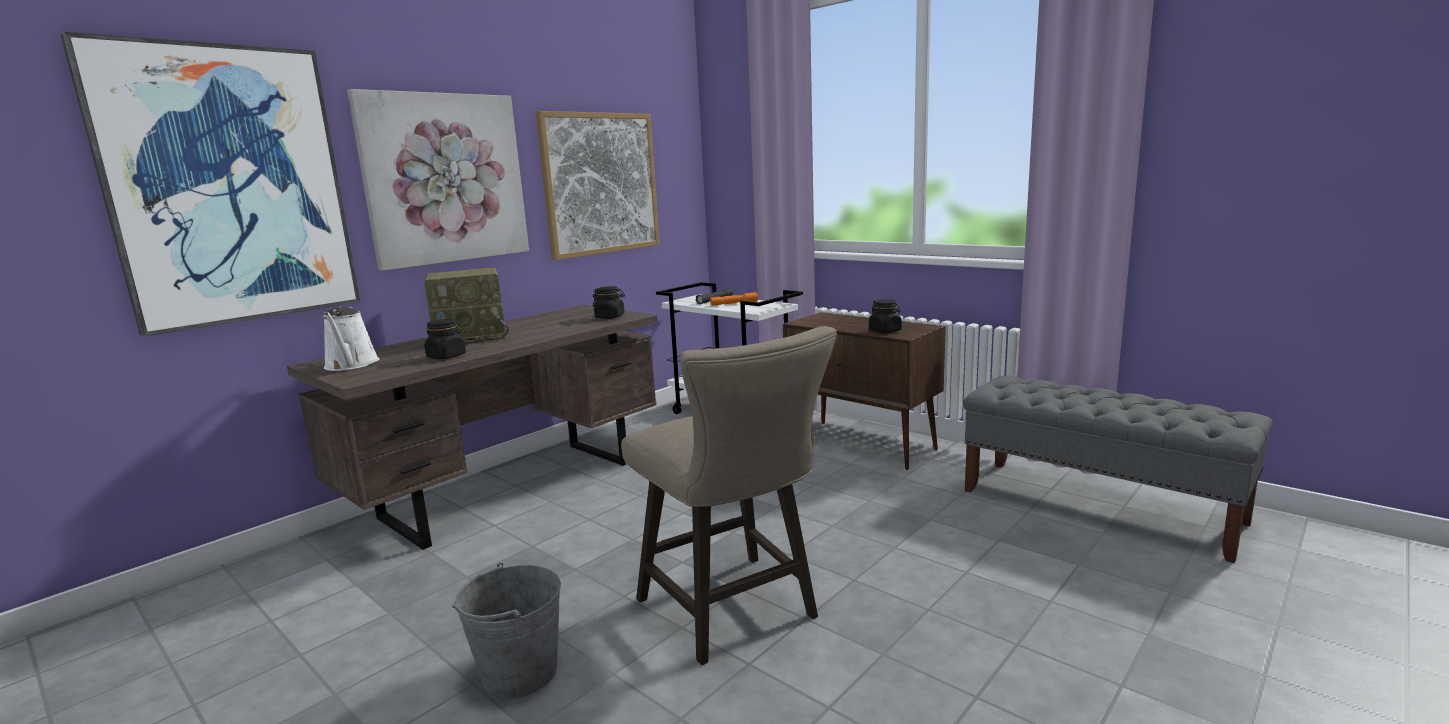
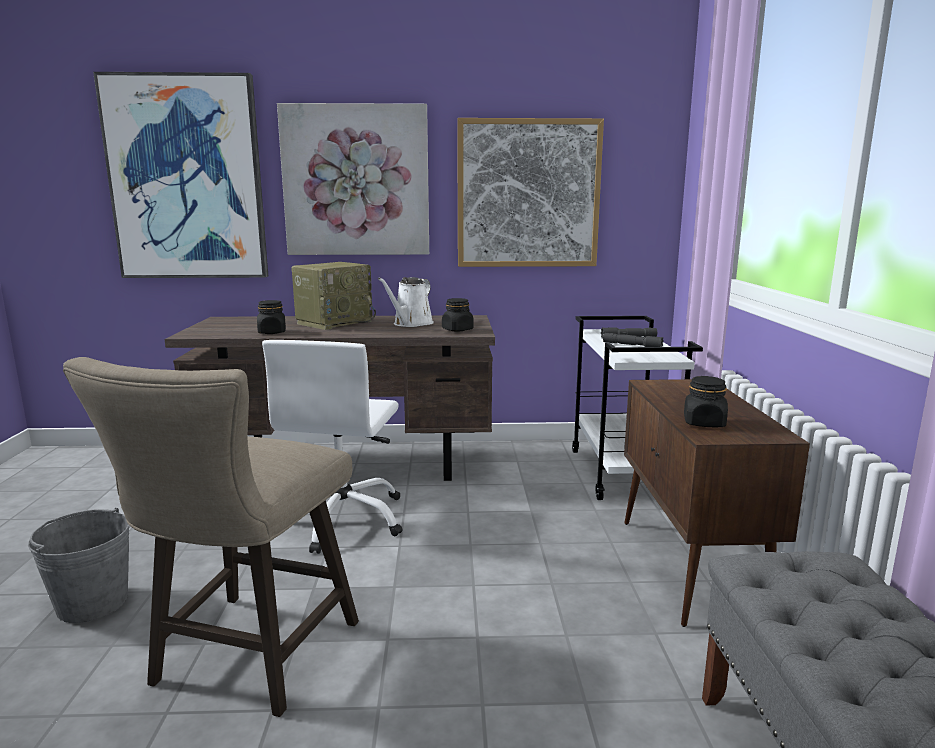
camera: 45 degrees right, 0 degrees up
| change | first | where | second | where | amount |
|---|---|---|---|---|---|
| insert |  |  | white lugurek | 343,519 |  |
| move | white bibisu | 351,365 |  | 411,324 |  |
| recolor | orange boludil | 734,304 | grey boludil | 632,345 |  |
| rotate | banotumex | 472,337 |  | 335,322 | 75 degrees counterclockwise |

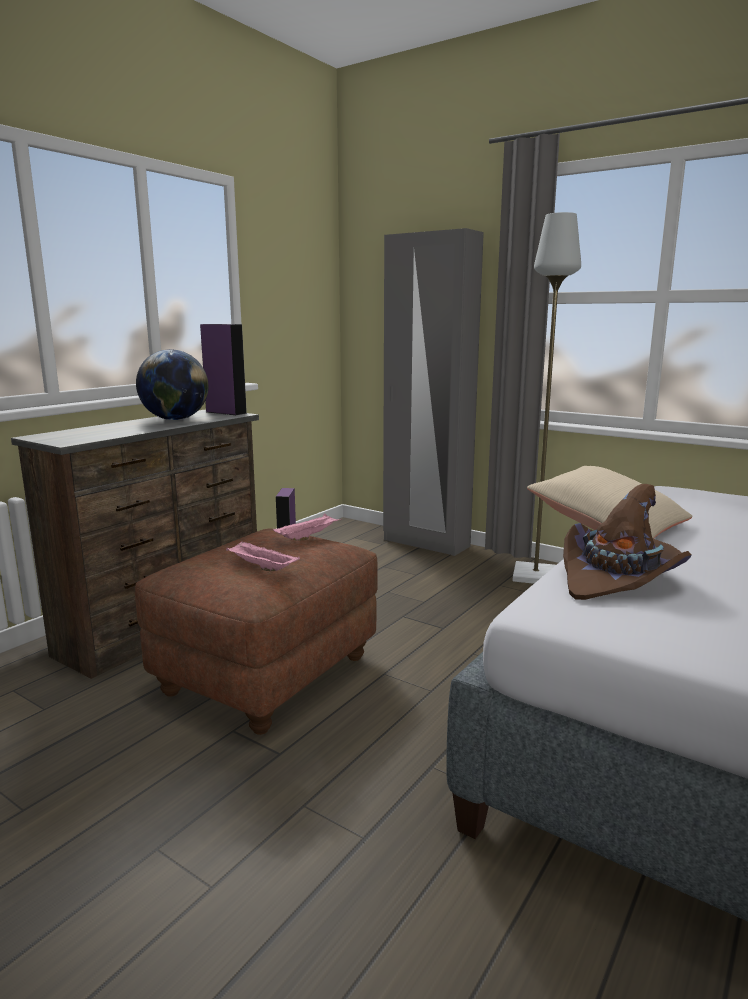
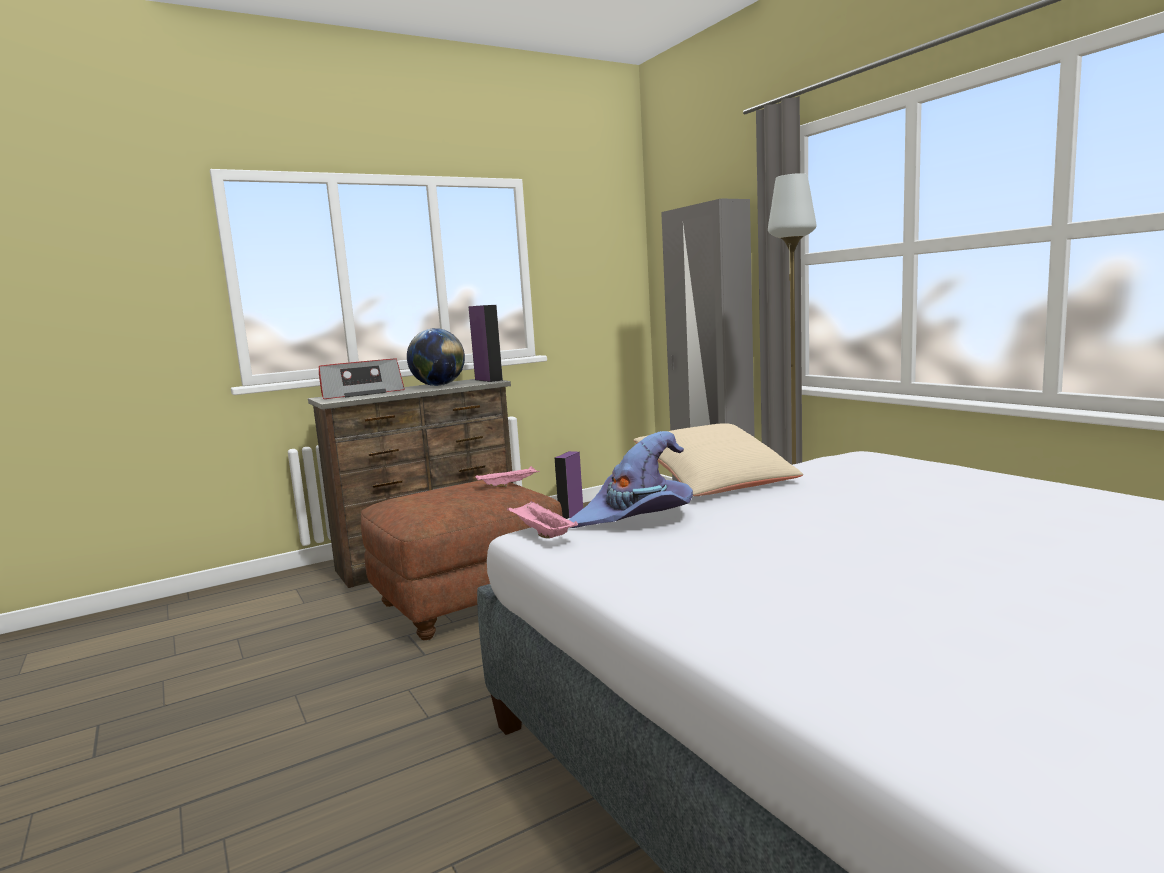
camera: 25 degrees right, 5 degrees down
| change | first | where | second | where | amount |
|---|---|---|---|---|---|
| insert |  |  | banotumex | 361,393 |  |
| move | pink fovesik | 261,567 |  | 541,533 |  |
| recolor | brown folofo | 618,578 | purple folofo | 636,517 |  |

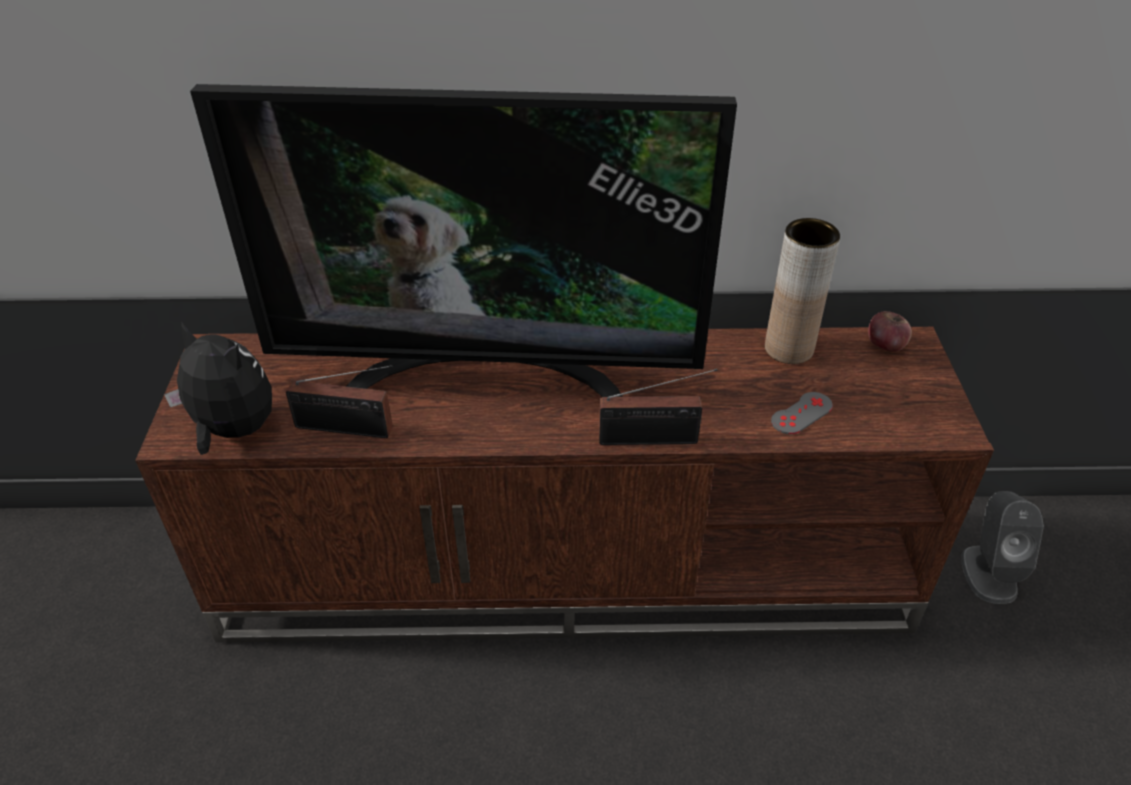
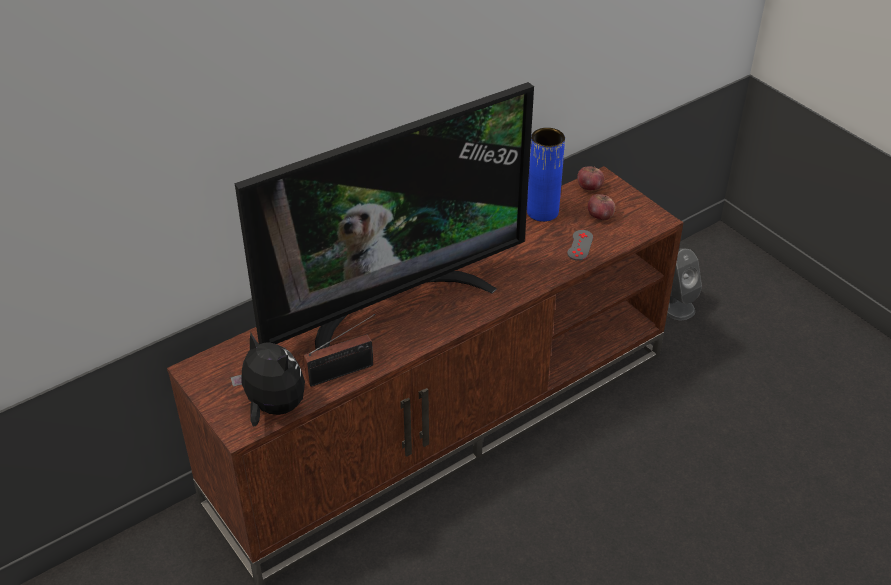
camera: 35 degrees left, 0 degrees up
| change | first | where | second | where | amount |
|---|---|---|---|---|---|
| delete | banotumex | 653,439 |  |  |  |
| insert |  |  | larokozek | 600,216 |  |
| recolor | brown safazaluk | 788,349 | blue safazaluk | 542,212 |  |
| rotate | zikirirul | 232,431 |  | 273,407 | 45 degrees clockwise |

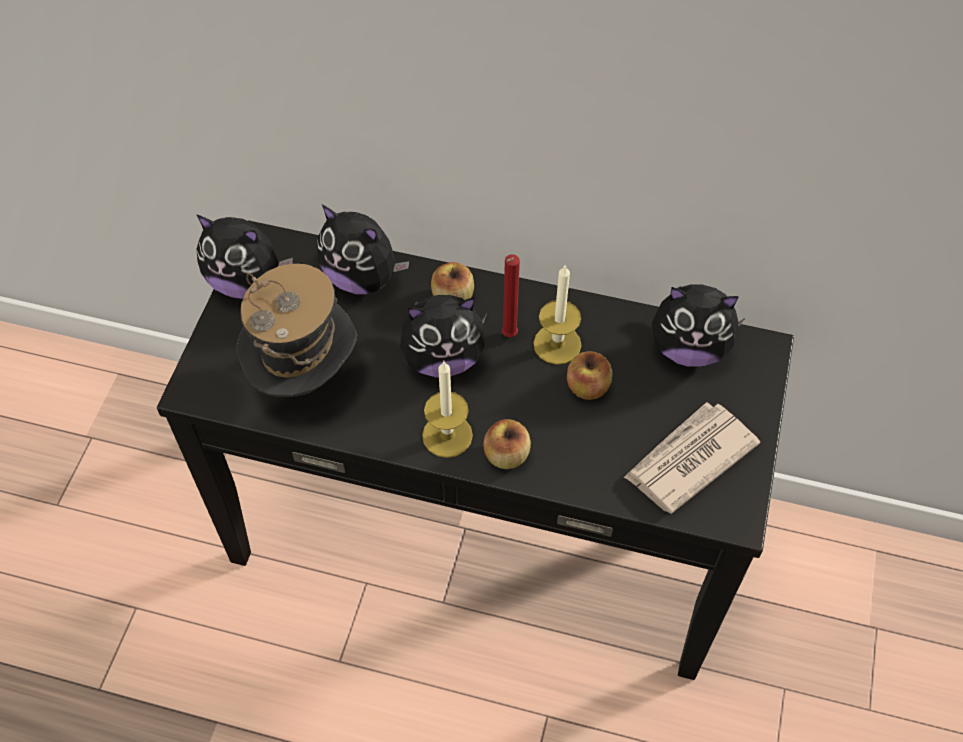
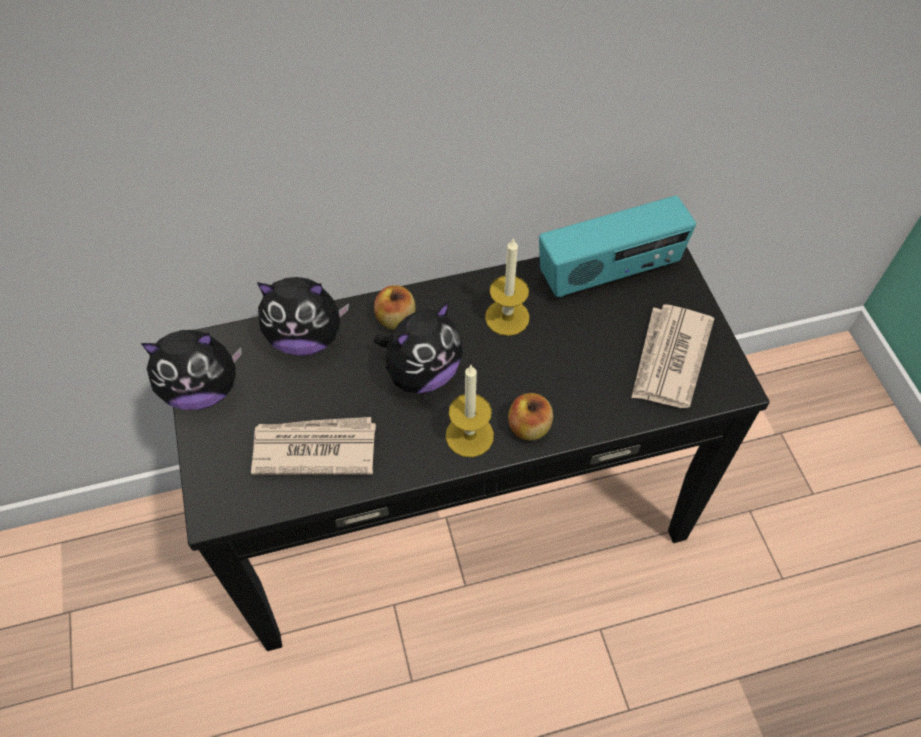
camera: 30 degrees left, 0 degrees up
| change | first | where | second | where | amount |
|---|---|---|---|---|---|
| delete | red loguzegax | 508,336 |  |  |  |
| delete | larokozek | 587,387 |  |  |  |
| replace | folofo | 305,378 | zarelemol | 313,448 |  |
| replace | zikirirul | 689,348 | banotumex | 609,272 |  |

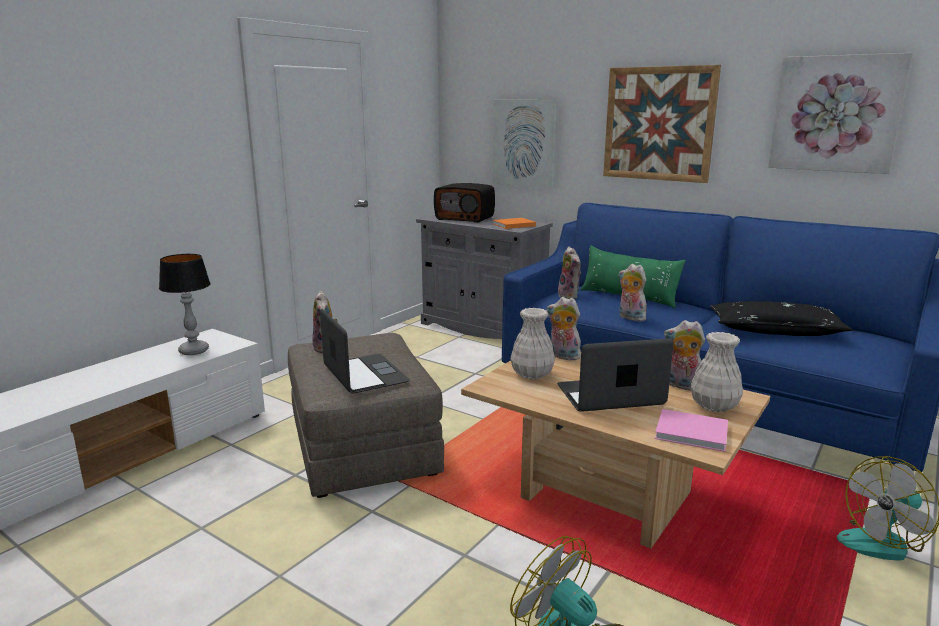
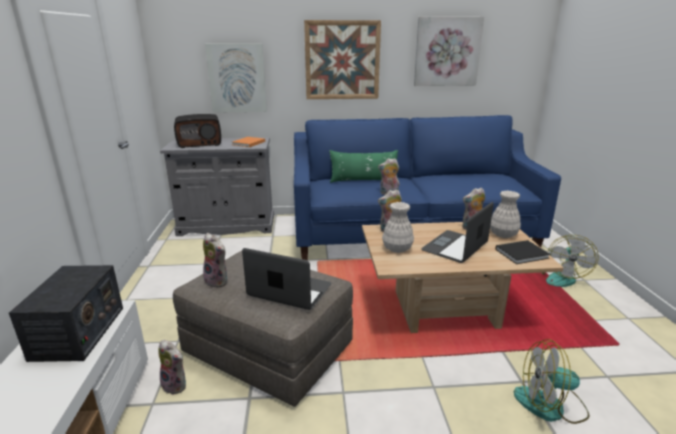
camera: 40 degrees left, 5 degrees up
| change | first | where | second | where | amount |
|---|---|---|---|---|---|
| delete | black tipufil | 775,331 |  |  |  |
| move | zikirirul | 570,296 |  | 176,385 |  |
| replace | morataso | 194,350 | banotumex | 78,333 |  |
| recolor | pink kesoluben | 694,433 | black kesoluben | 523,253 |  |

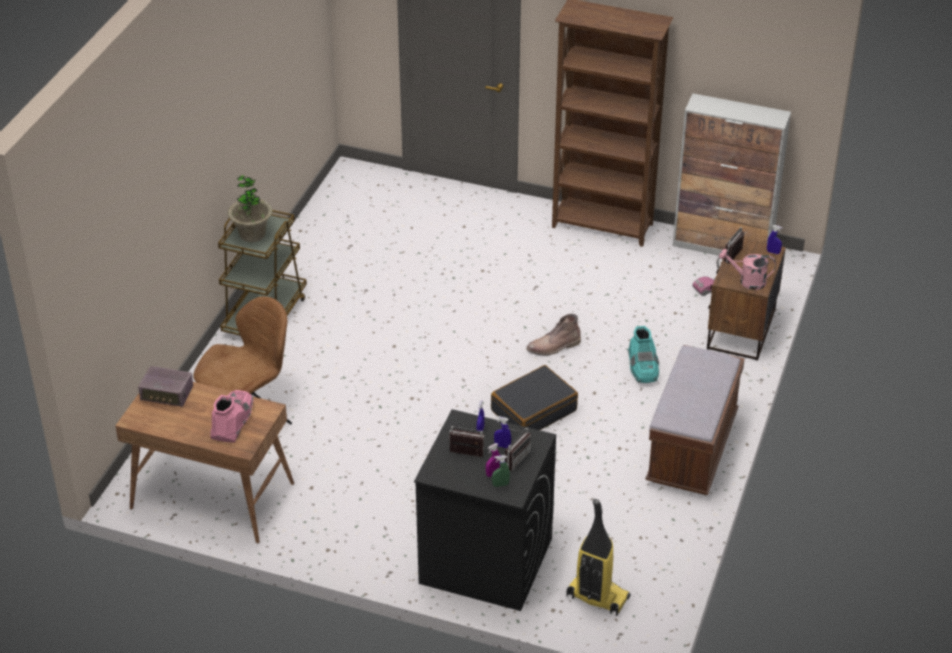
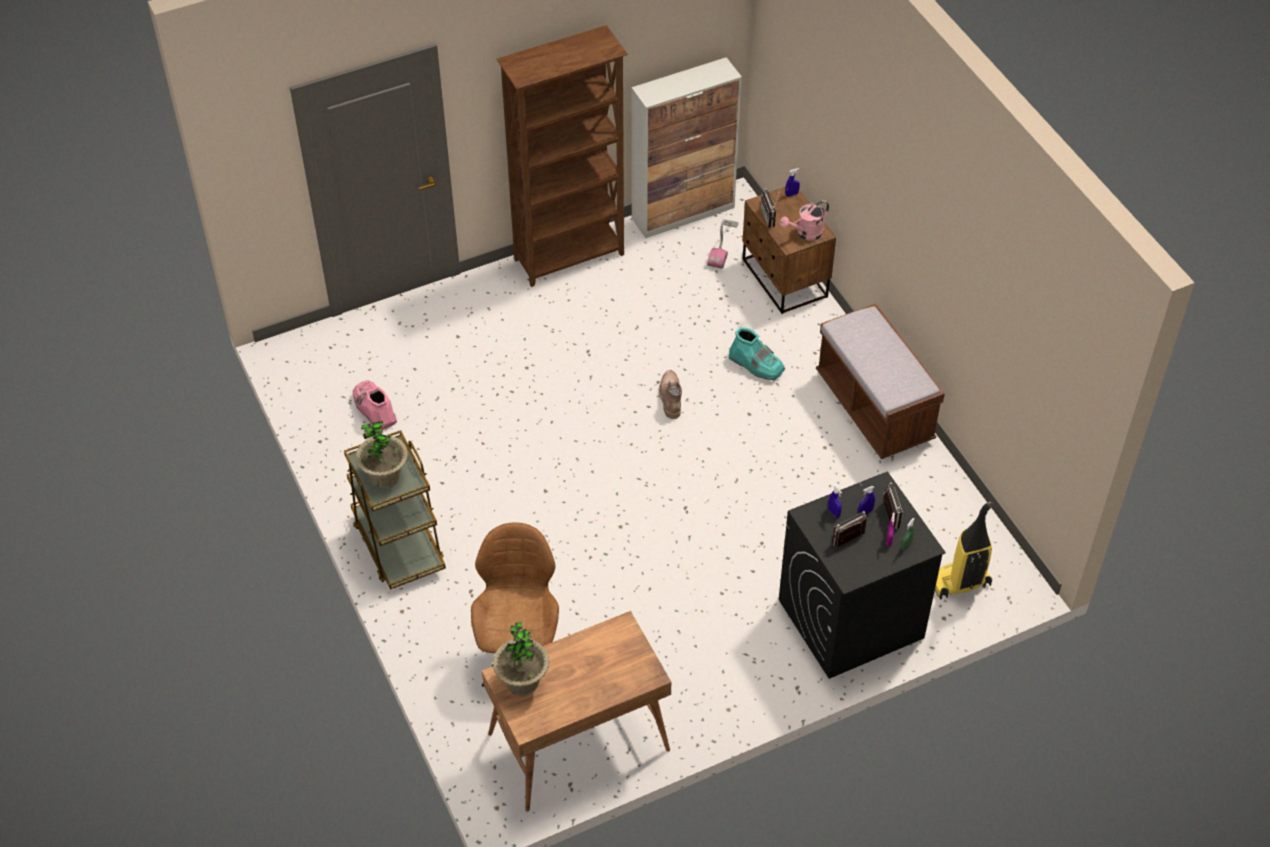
camera: 45 degrees left, 10 degrees up
| change | first | where | second | where | amount |
|---|---|---|---|---|---|
| delete | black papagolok | 533,410 |  |  |  |
| move | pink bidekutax | 232,421 |  | 374,410 |  |
| replace | banotumex | 167,394 | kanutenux | 522,681 |  |
| rotate | brown bidekutax | 553,347 |  | 670,397 | 150 degrees clockwise |

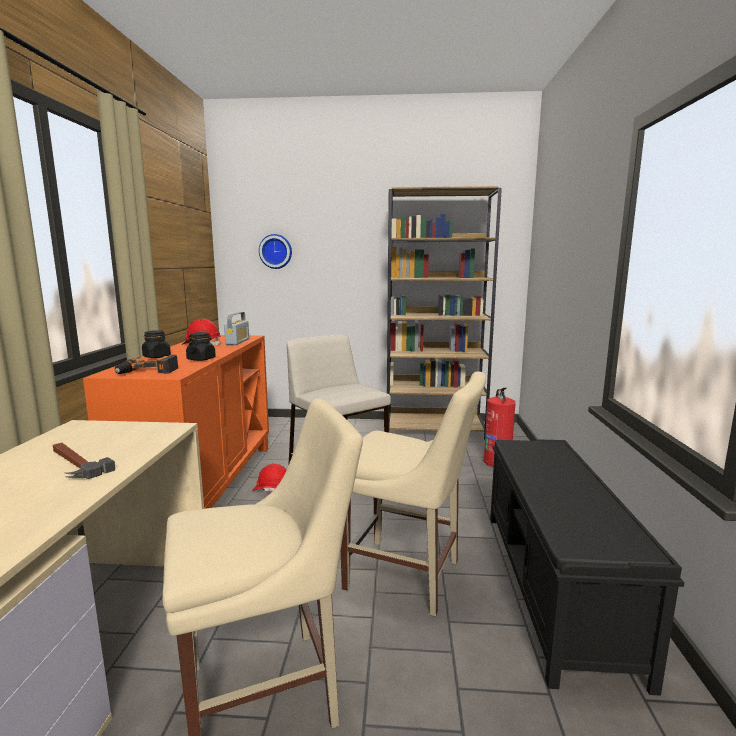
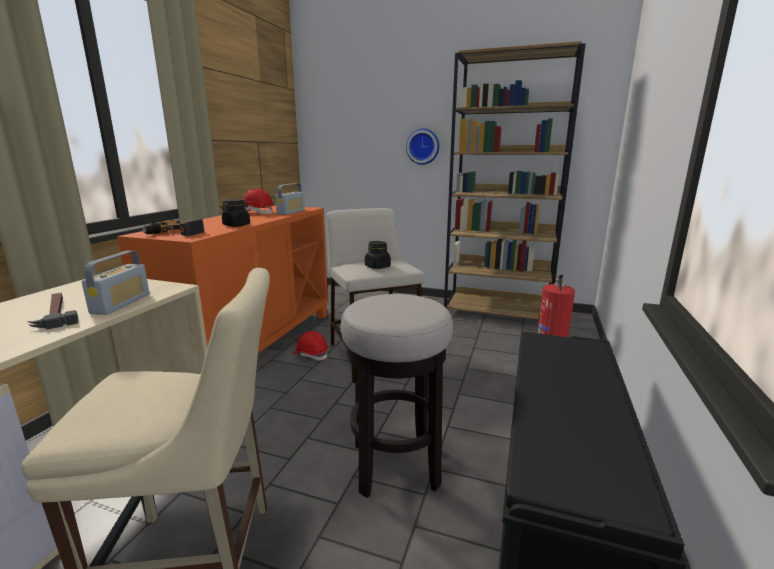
camera: 15 degrees right, 5 degrees up
| change | first | where | second | where | amount |
|---|---|---|---|---|---|
| insert |  |  | banotumex | 121,303 |  |
| move | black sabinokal | 157,357 |  | 377,267 |  |
| move | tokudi | 276,251 |  | 423,146 |  |
| replace | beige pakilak | 408,576 | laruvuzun | 395,465 |  |

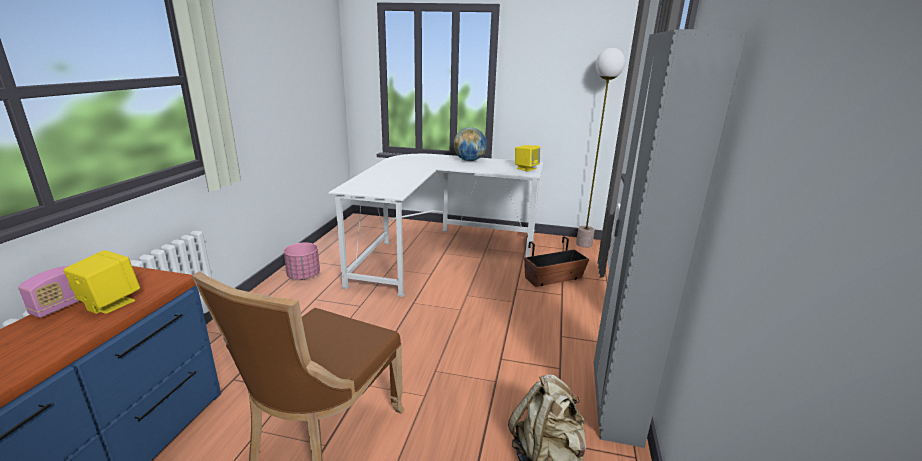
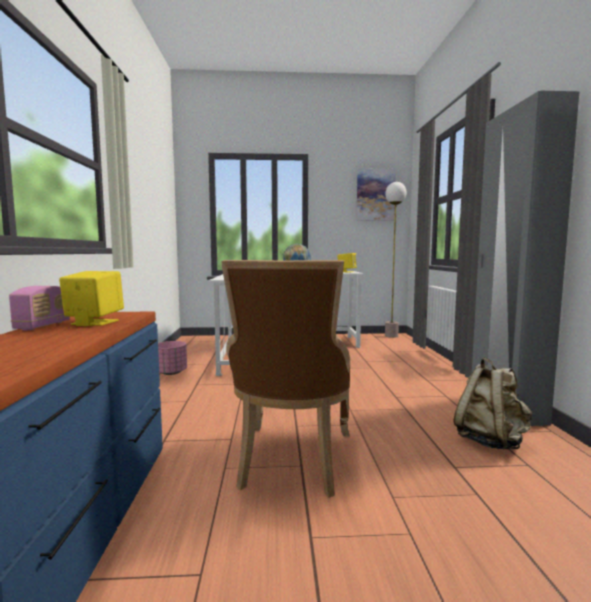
camera: 15 degrees left, 15 degrees down
| change | first | where | second | where | amount |
|---|---|---|---|---|---|
| delete | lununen | 553,278 |  |  |  |
| insert |  |  | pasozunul | 375,195 |  |

